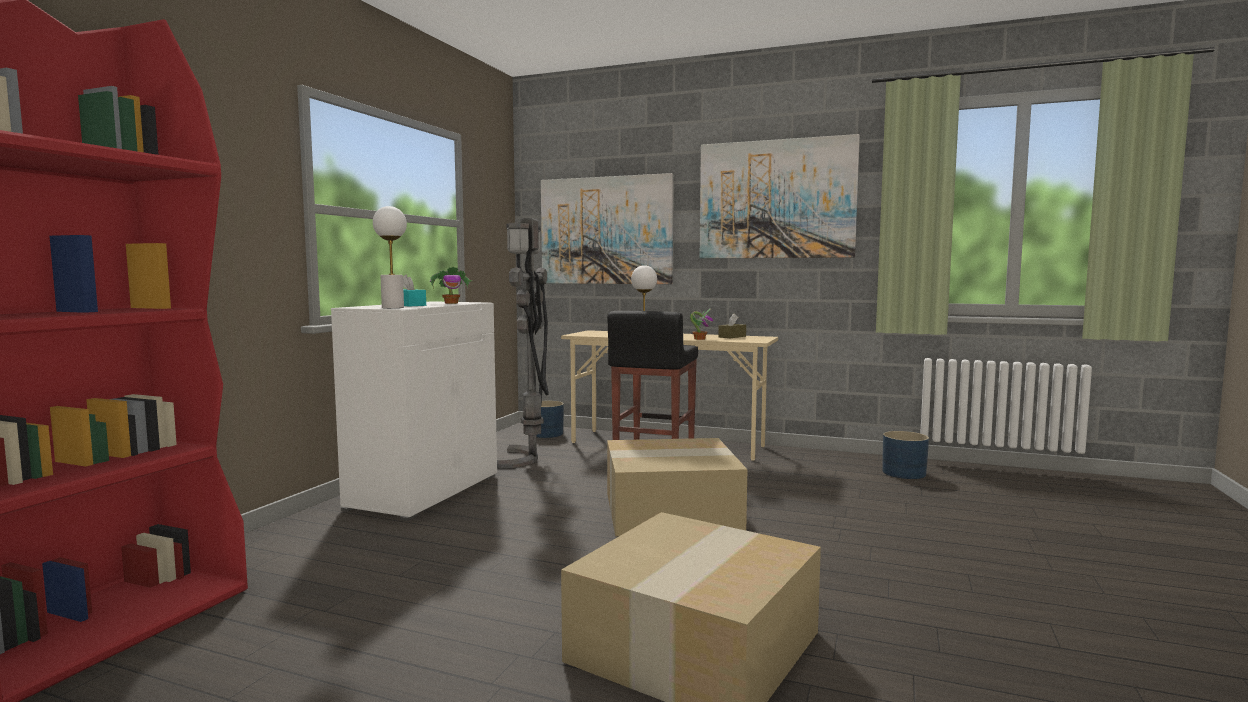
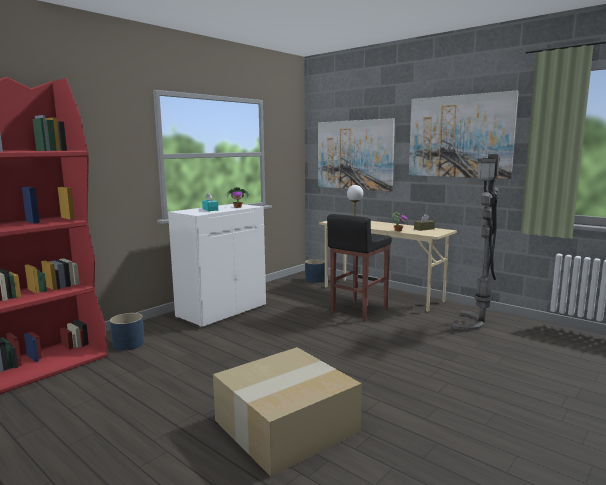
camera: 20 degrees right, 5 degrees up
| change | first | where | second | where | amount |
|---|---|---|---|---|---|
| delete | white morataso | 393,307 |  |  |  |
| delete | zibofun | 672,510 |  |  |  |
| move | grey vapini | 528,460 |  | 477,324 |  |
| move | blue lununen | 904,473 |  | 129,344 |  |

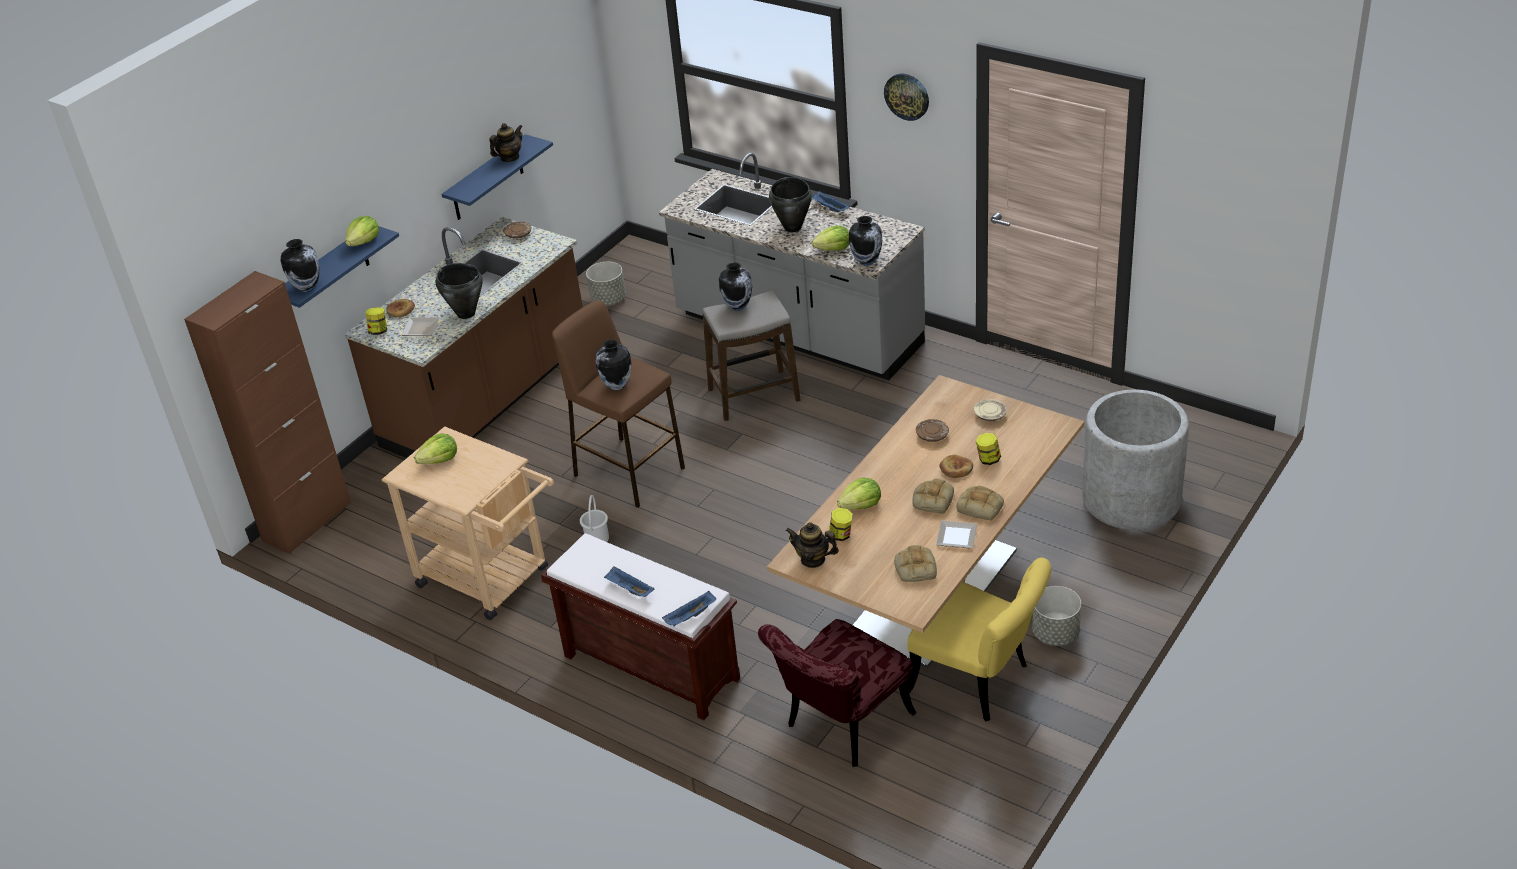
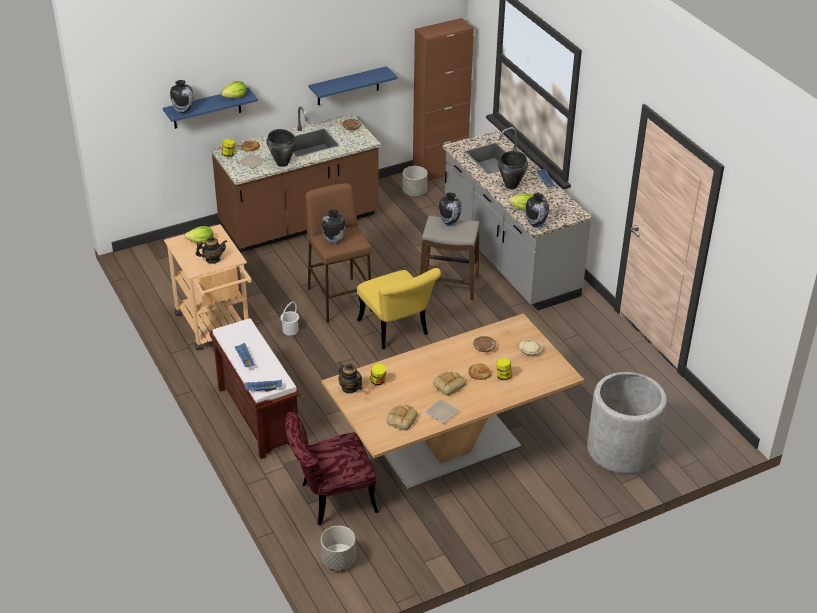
camera: 25 degrees right, 0 degrees up
| change | first | where | second | where | amount |
|---|---|---|---|---|---|
| delete | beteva | 861,505 |  |  |  |
| delete | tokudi | 907,96 |  |  |  |
| delete | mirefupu | 981,506 |  |  |  |
| move | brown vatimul | 307,522 |  | 440,171 |  |
| move | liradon | 509,157 |  | 212,259 |  |
| move | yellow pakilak | 979,682 |  | 397,331 |  |
| move | grey lununen | 1055,634 |  | 338,560 |  |

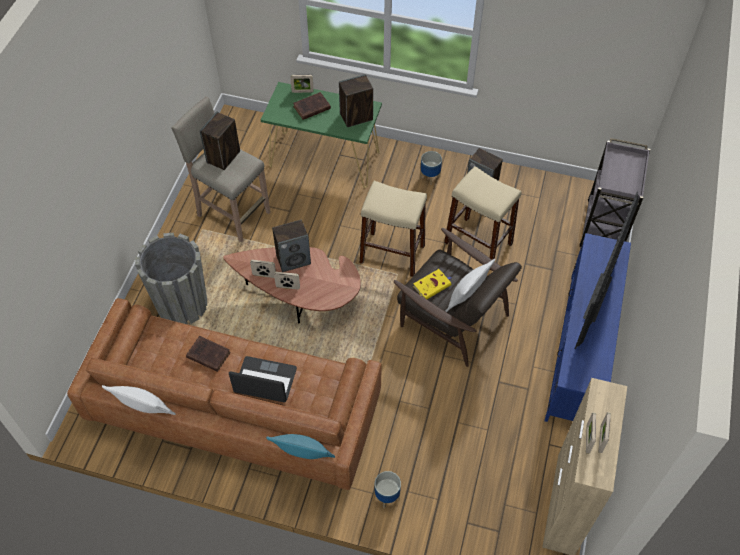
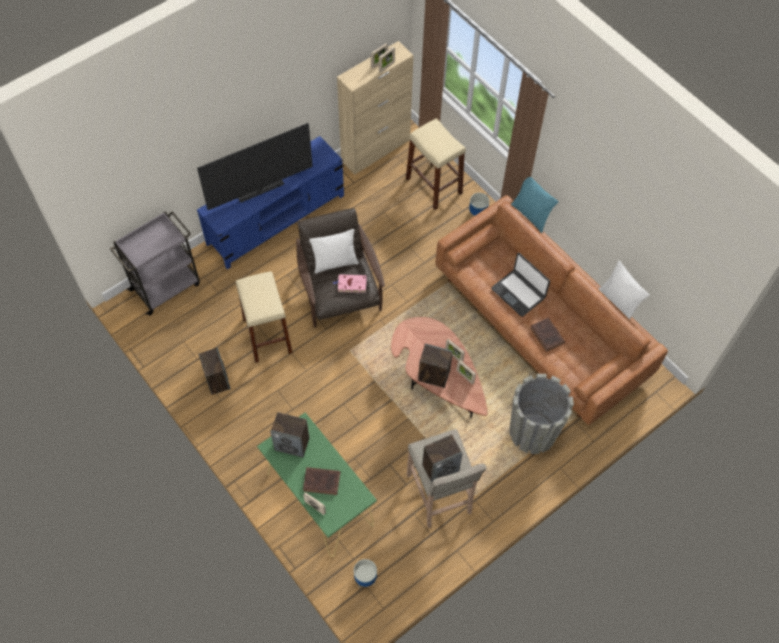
camera: 145 degrees left, 5 degrees up
| change | first | where | second | where | amount |
|---|---|---|---|---|---|
| move | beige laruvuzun | 392,254 |  | 433,185 |  |
| move | lununen | 430,177 |  | 365,579 |  |
| recolor | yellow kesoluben | 432,285 | pink kesoluben | 351,284 |  |

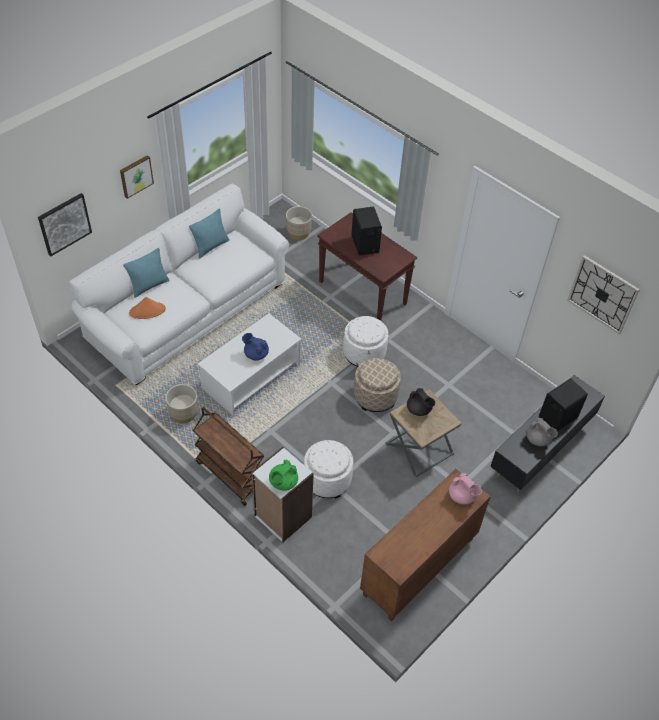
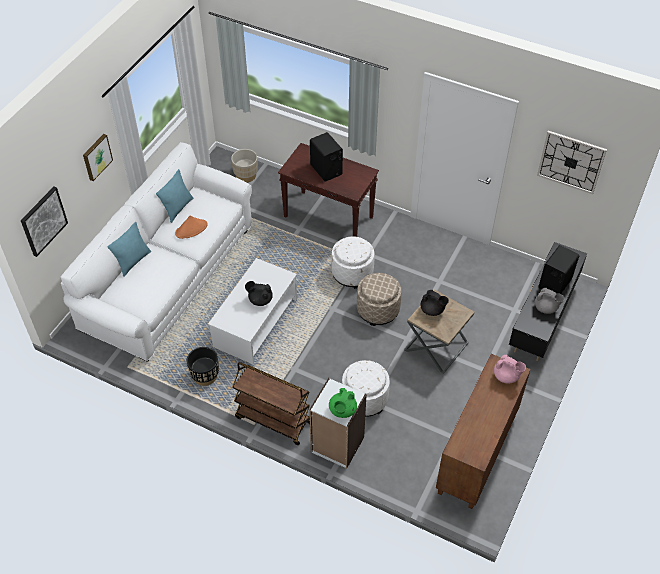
camera: 15 degrees left, 0 degrees up
| change | first | where | second | where | amount |
|---|---|---|---|---|---|
| move | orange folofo | 147,311 |  | 191,229 |  |
| recolor | beige lununen | 183,413 | black lununen | 205,375 |  |
| recolor | blue liradon | 256,354 | black liradon | 260,300 |  |

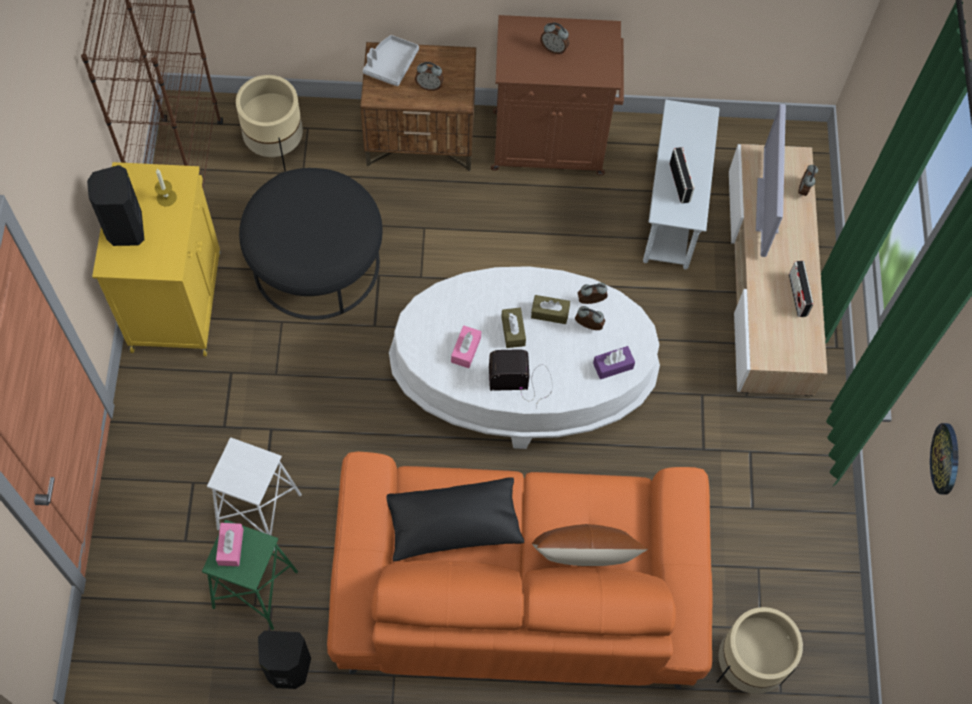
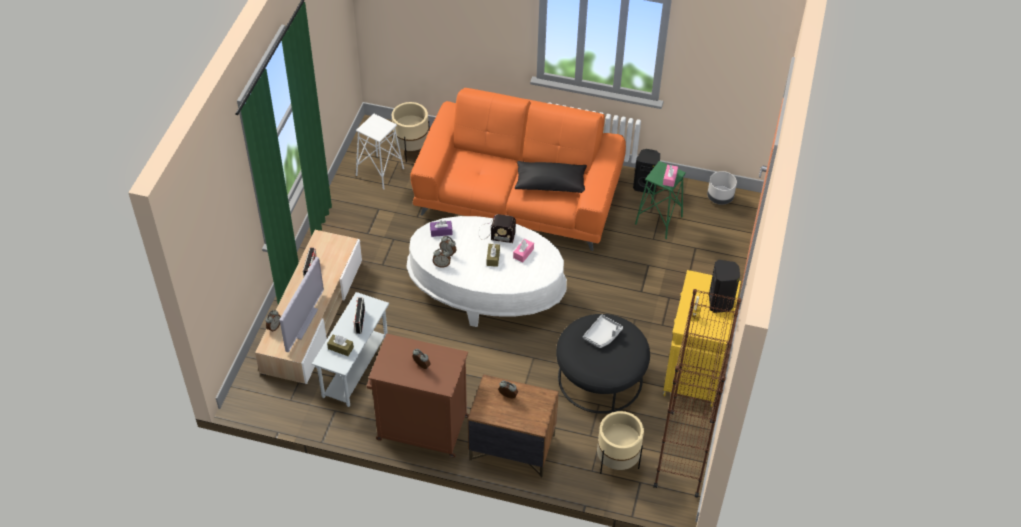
camera: 165 degrees left, 15 degrees down
| change | first | where | second | where | amount |
|---|---|---|---|---|---|
| delete | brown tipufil | 583,559 |  |  |  |
| delete | tokudi | 946,458 |  |  |  |
| insert |  |  | grey lununen | 720,197 |  |
| move | white laruvuzun | 259,511 |  | 380,172 |  |
| move | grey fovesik | 391,64 |  | 602,335 |  |
| move | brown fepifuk | 550,313 |  | 340,348 |  |

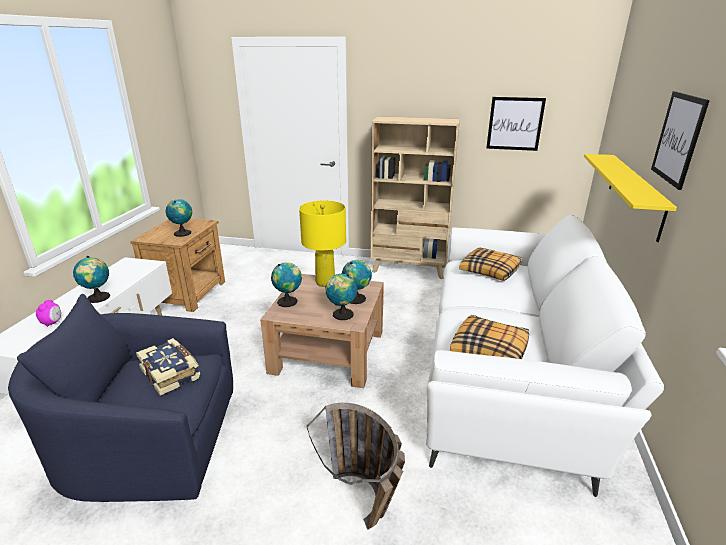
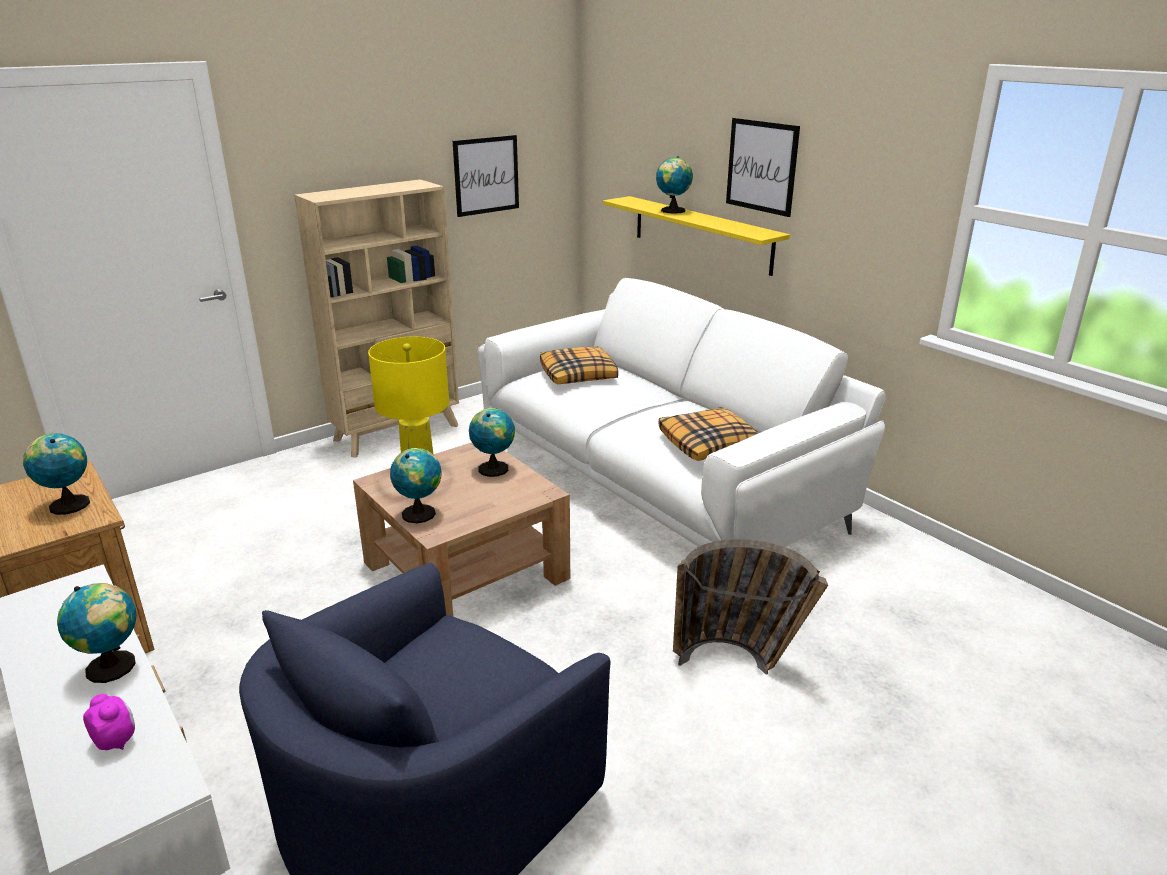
camera: 50 degrees left, 0 degrees up
| change | first | where | second | where | amount |
|---|---|---|---|---|---|
| delete | kesoluben | 171,373 |  |  |  |
| move | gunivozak | 341,315 |  | 672,211 |  |

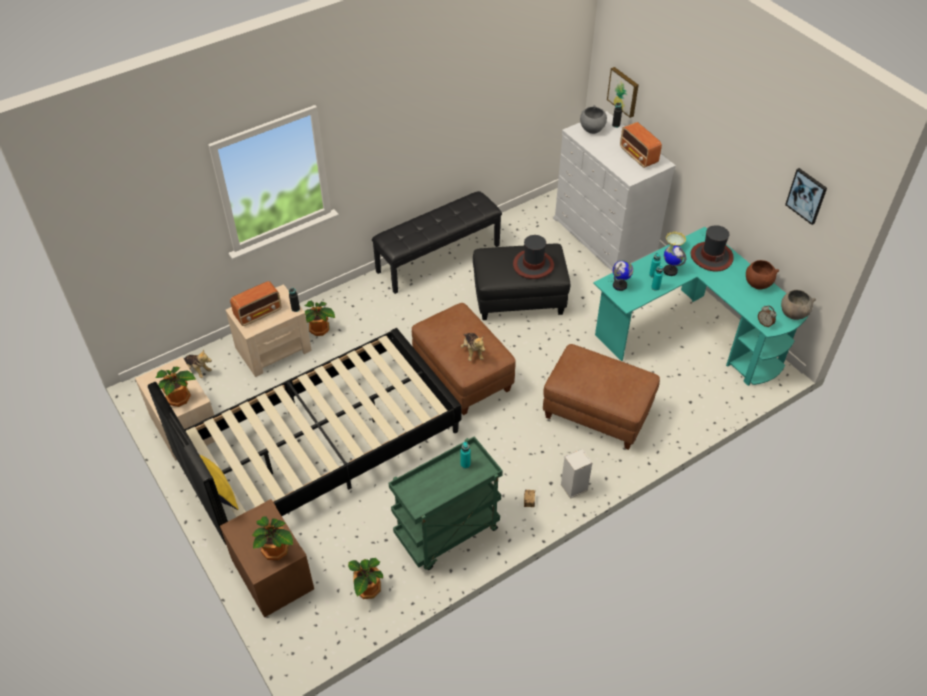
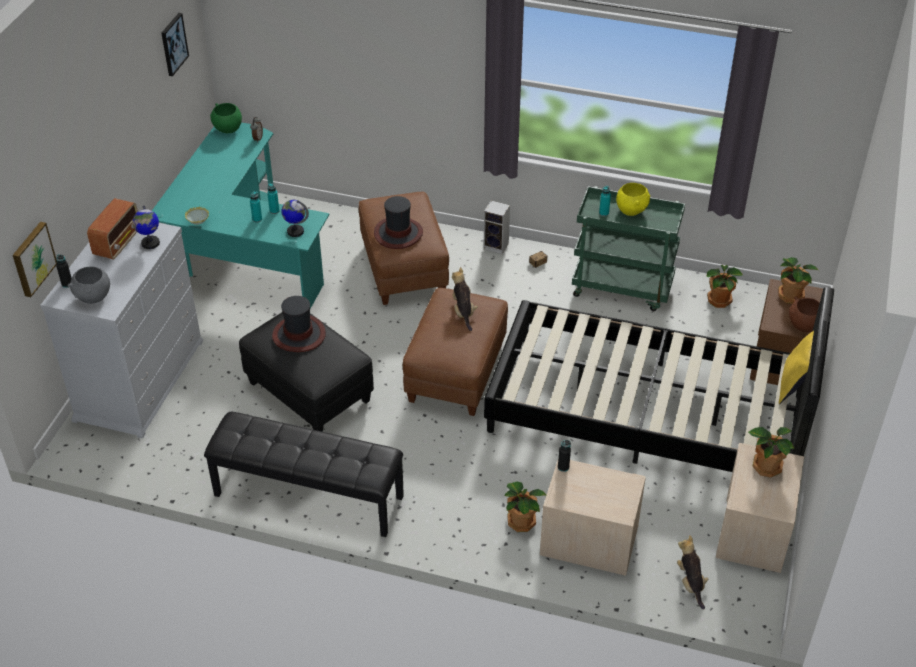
camera: 130 degrees left, 5 degrees down
| change | first | where | second | where | amount |
|---|---|---|---|---|---|
| delete | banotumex | 259,313 |  |  |  |
| insert |  |  | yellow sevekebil | 631,210 |  |
| move | gunivozak | 670,271 |  | 150,243 |  |
| move | folofo | 711,256 |  | 398,233 |  |
| move | brown sevekebil | 757,283 |  | 804,326 |  |
| recolor | grey sevekebil | 793,313 | green sevekebil | 228,129 |  |
| rotate | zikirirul | 472,351 |  | 463,312 | 45 degrees counterclockwise |

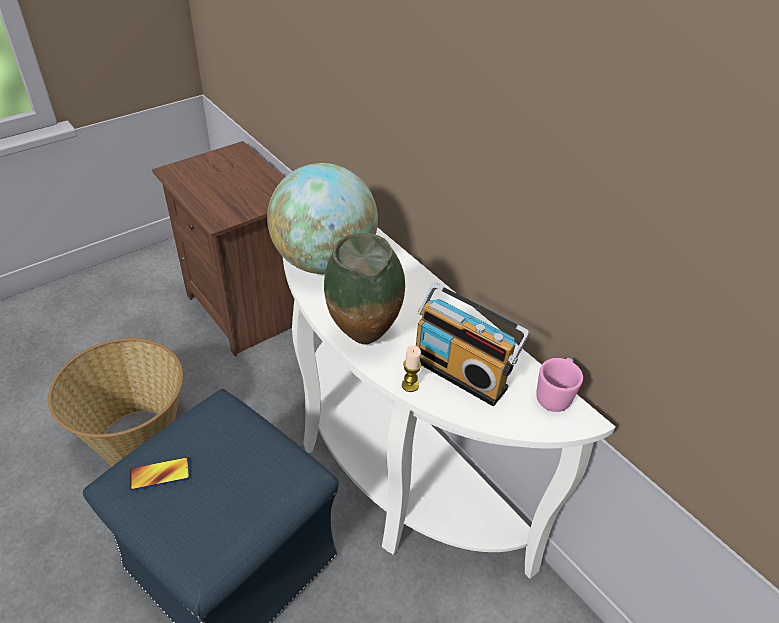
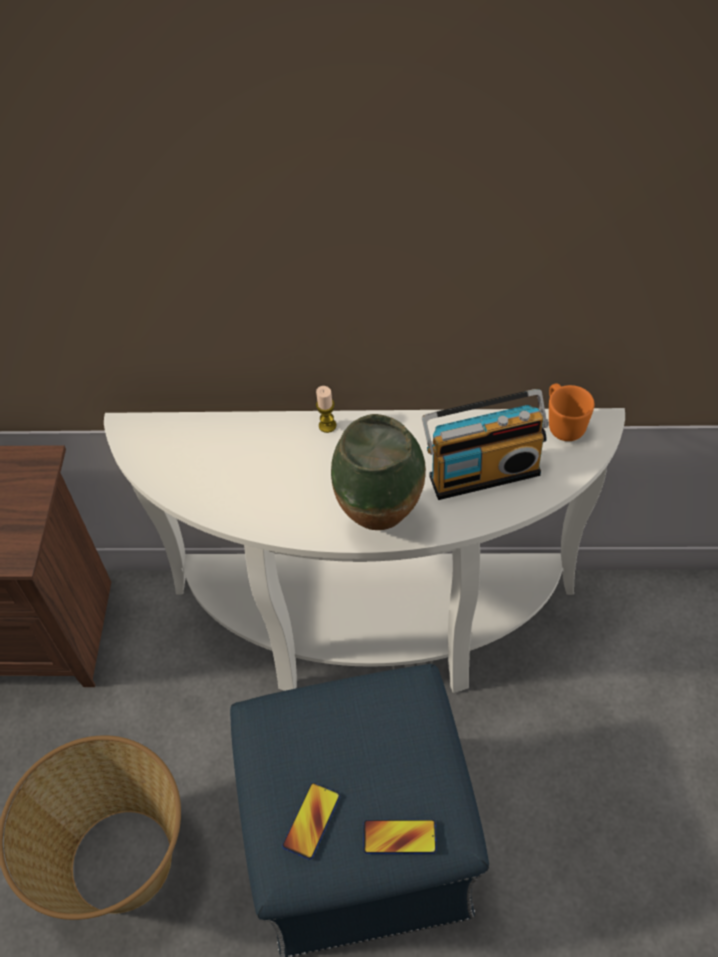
camera: 45 degrees left, 10 degrees up
| change | first | where | second | where | amount |
|---|---|---|---|---|---|
| delete | gunivozak | 324,261 |  |  |  |
| insert |  |  | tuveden | 399,837 |  |
| move | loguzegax | 410,385 |  | 327,425 |  |
| recolor | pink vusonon | 555,395 | orange vusonon | 563,424 |  |

